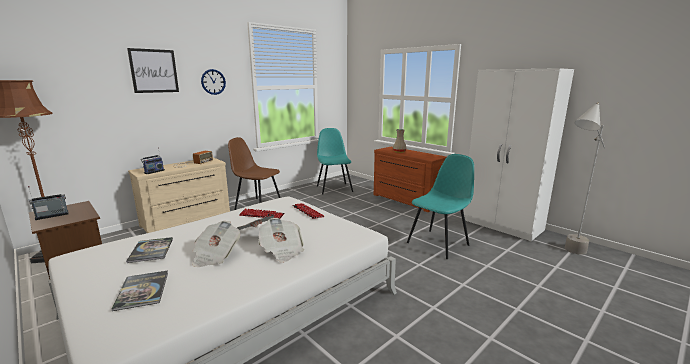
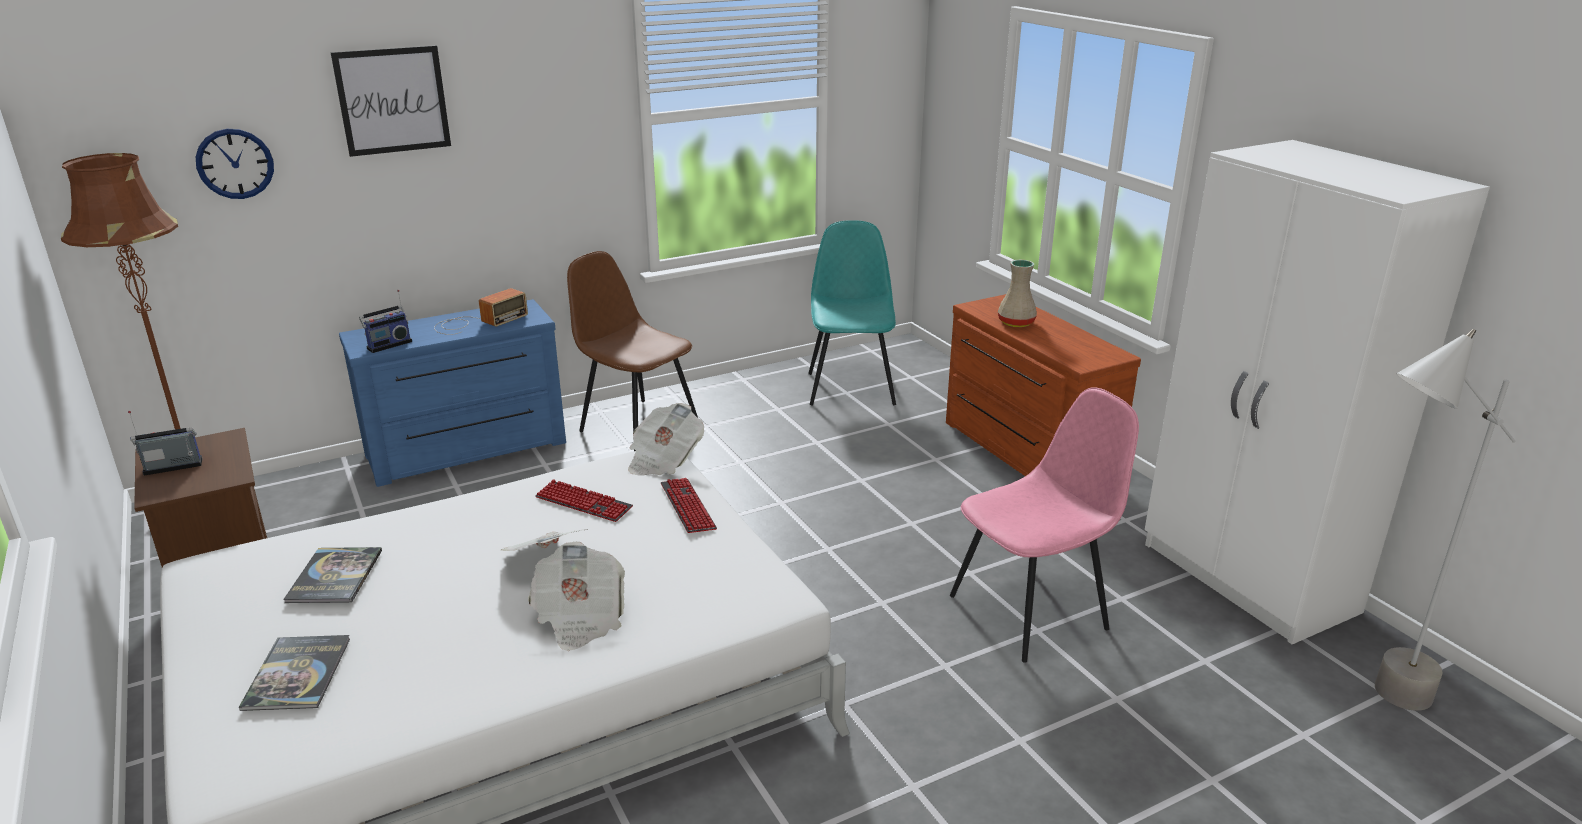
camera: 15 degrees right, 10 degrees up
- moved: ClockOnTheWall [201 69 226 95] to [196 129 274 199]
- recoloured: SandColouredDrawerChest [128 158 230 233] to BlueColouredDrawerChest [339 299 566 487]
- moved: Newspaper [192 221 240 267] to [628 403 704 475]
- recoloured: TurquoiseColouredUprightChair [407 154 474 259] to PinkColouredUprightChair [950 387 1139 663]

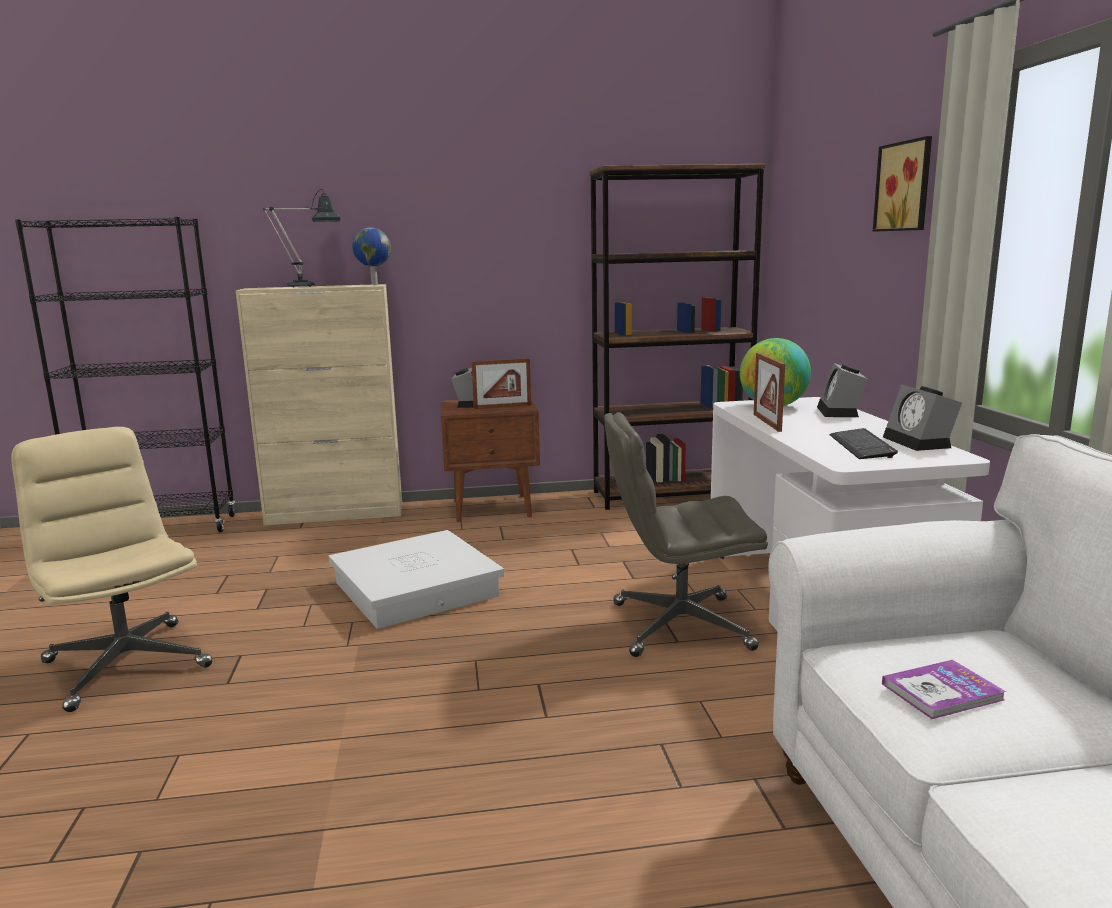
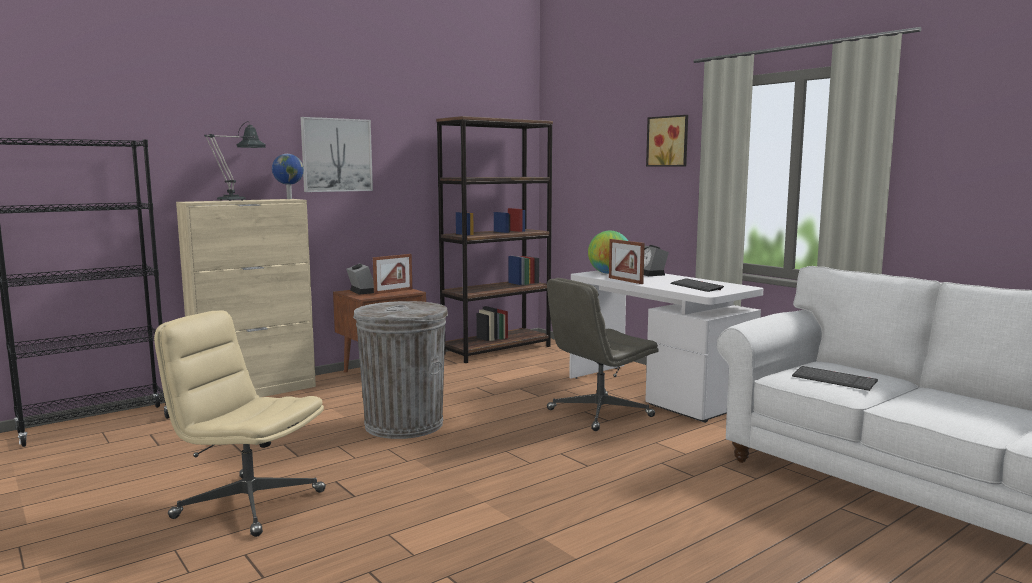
camera: 30 degrees left, 5 degrees down
- added: Picture [301 117 373 192]
- replaced: WhiteStorageBin [329 530 504 629] to GrayTrashCan [353 301 448 439]
- replaced: BoundBook [882 660 1006 719] to Keyboard [792 366 878 391]
- removed: AlarmClock [883 385 962 451]

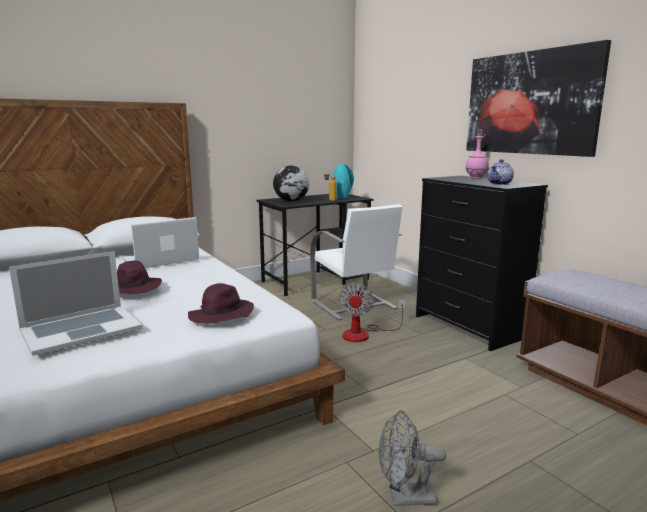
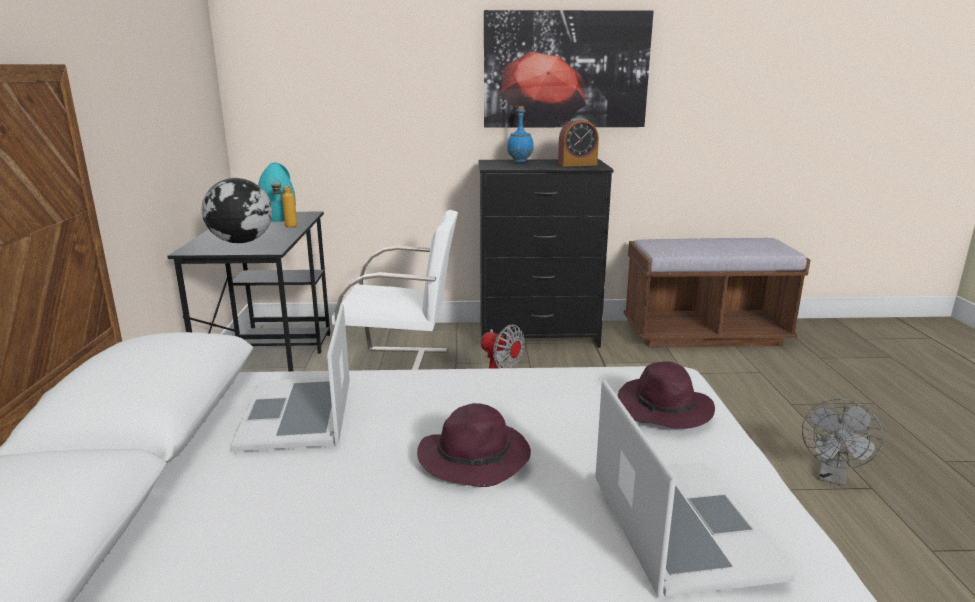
camera: 60 degrees left, 5 degrees up
- recoloured: PinkColouredBottle [466 133 489 179] to BlueColouredBottle [507 106 534 162]
- replaced: PotForTea [488 159 514 185] to AlarmClock [558 117 599 167]

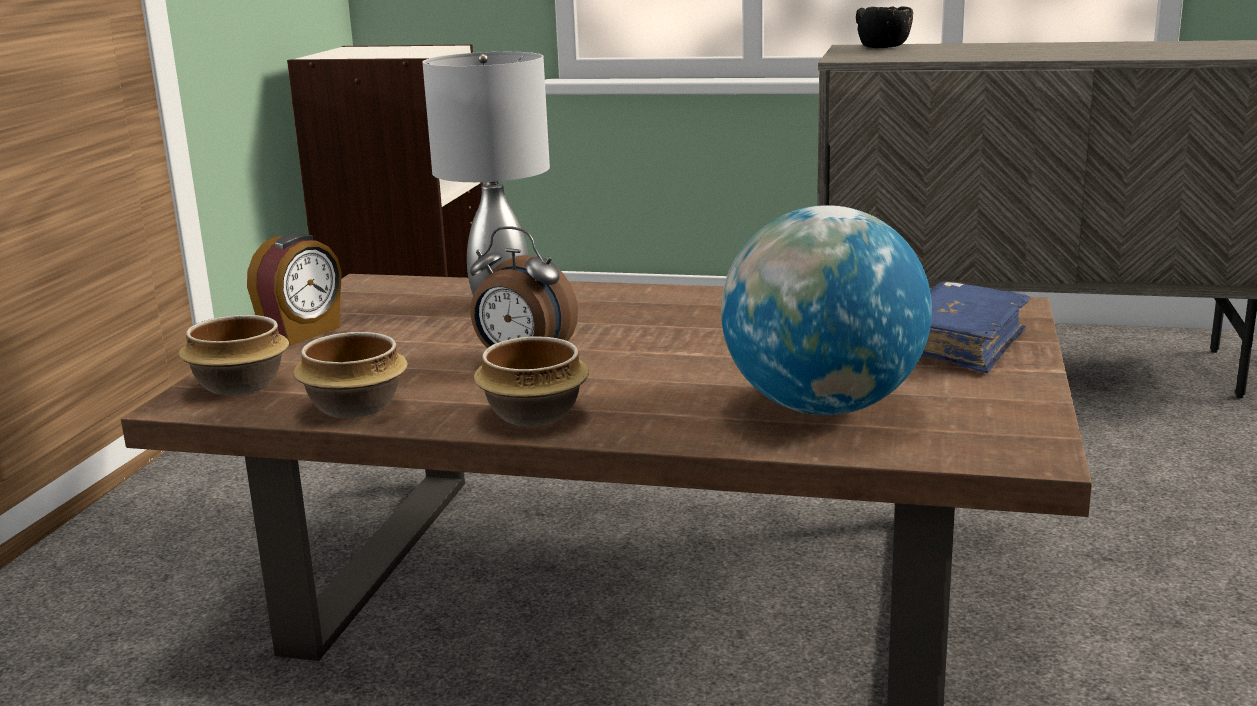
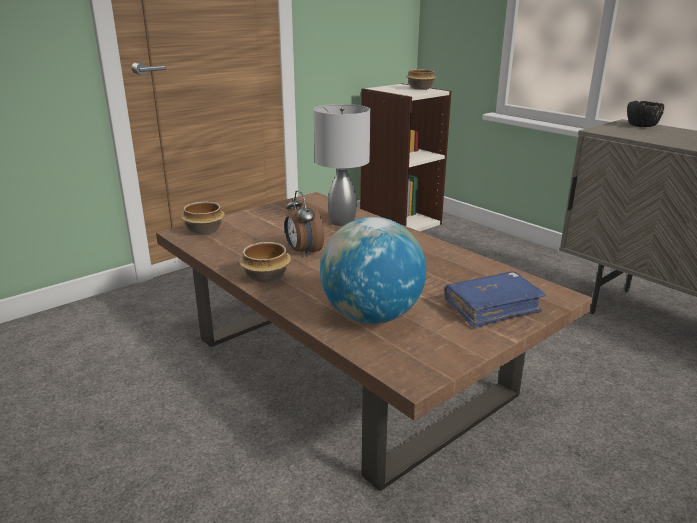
camera: 35 degrees right, 5 degrees up
- moved: ServingBowl [293 332 408 418] to [406 69 436 90]
- removed: AlarmClock [247 233 342 346]

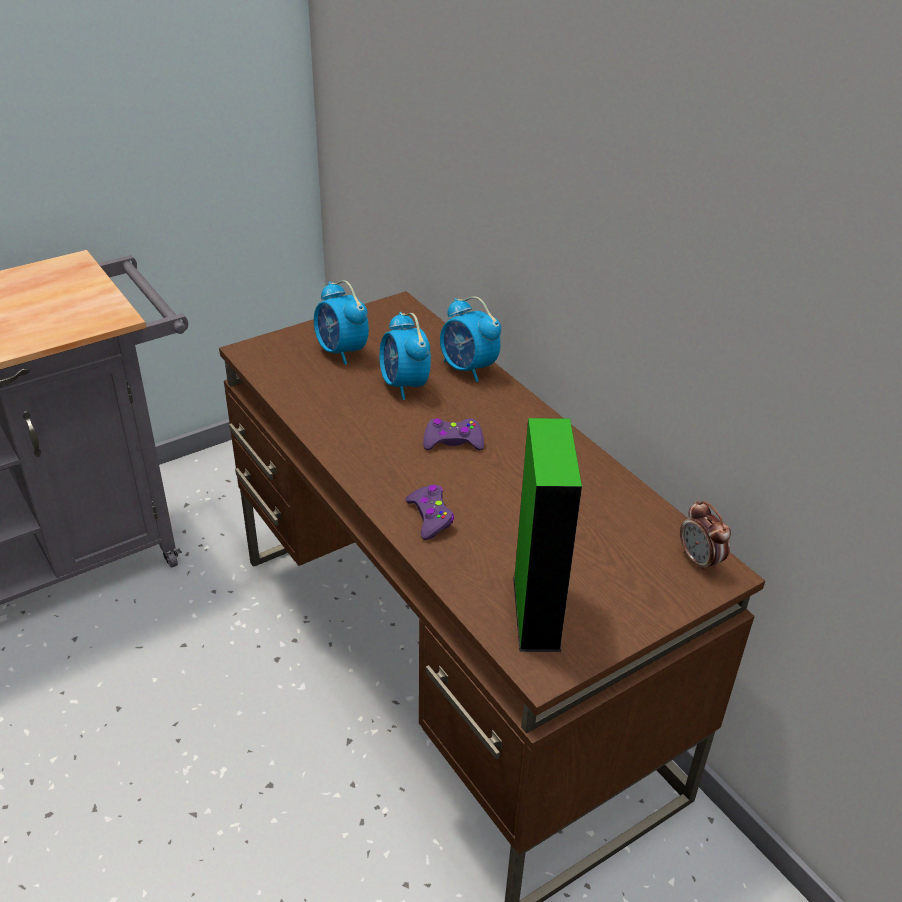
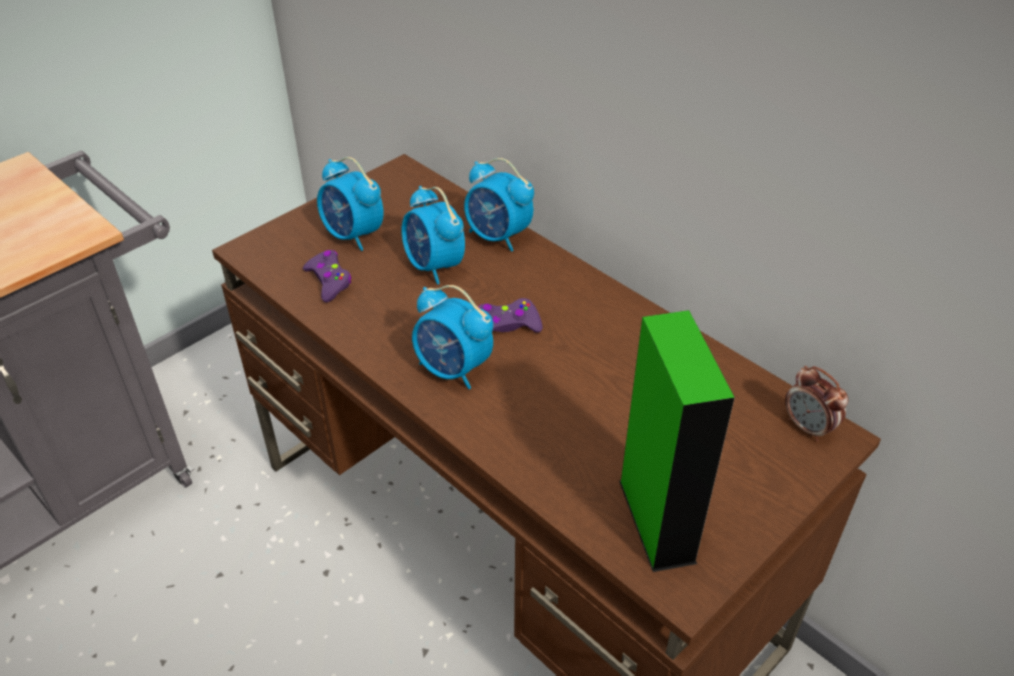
camera: 10 degrees left, 5 degrees up
- moved: PurpleGamepad [405 485 454 540] to [303 250 351 302]
- added: AlarmClock [412 285 493 389]

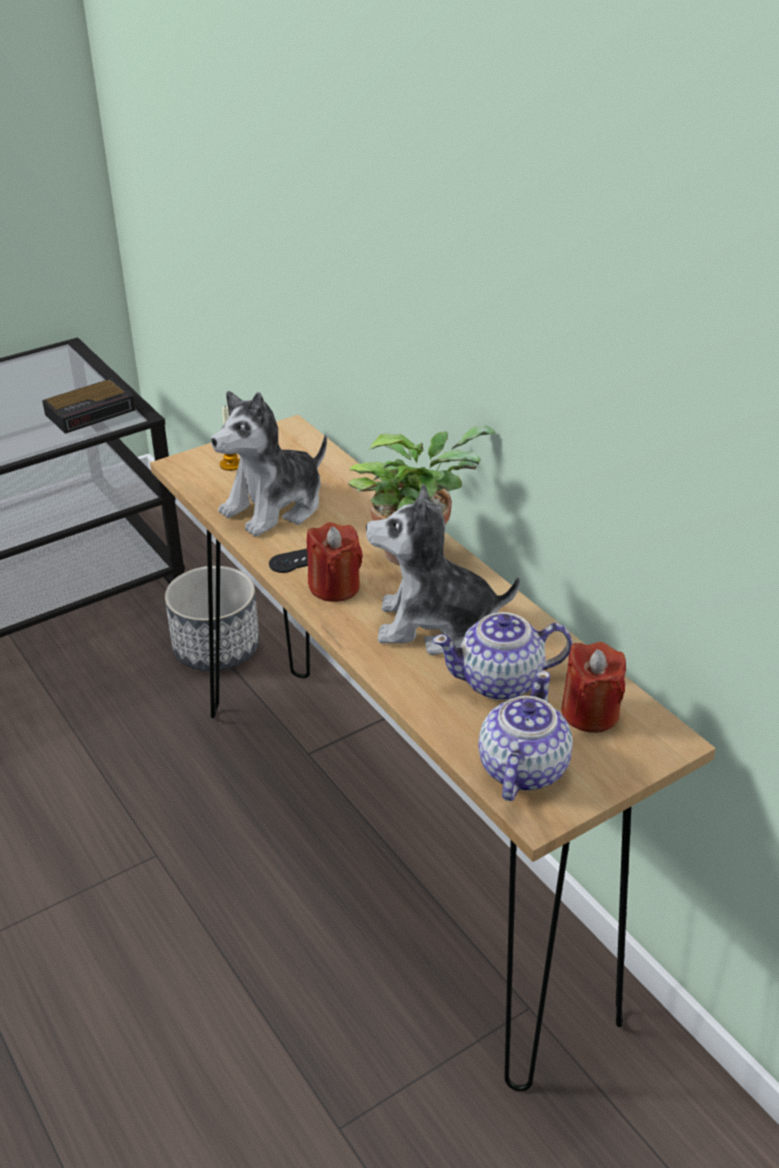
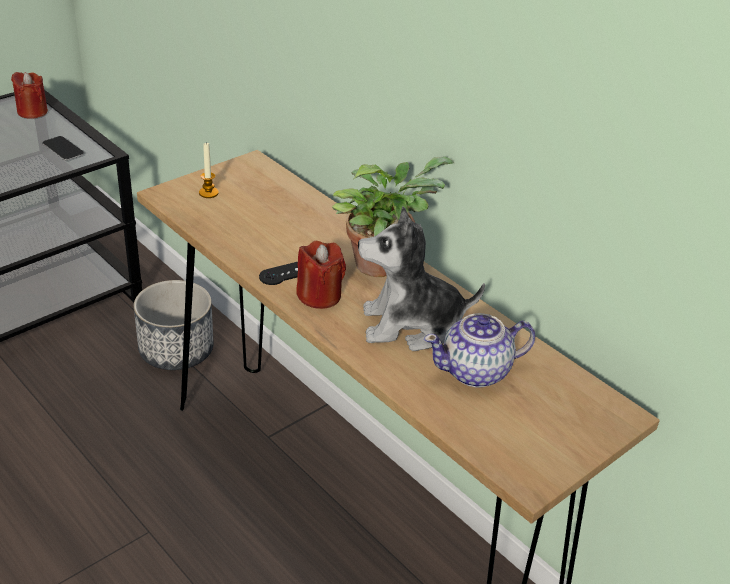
camera: 10 degrees left, 0 degrees up
- moved: RedCandle [561 642 626 733] to [11 72 48 119]
- replaced: AlarmClock [42 378 135 434] to Telephone [43 136 84 161]
- removed: CuddlyToy [211 391 327 537]
- removed: PotForTea [478 671 573 801]

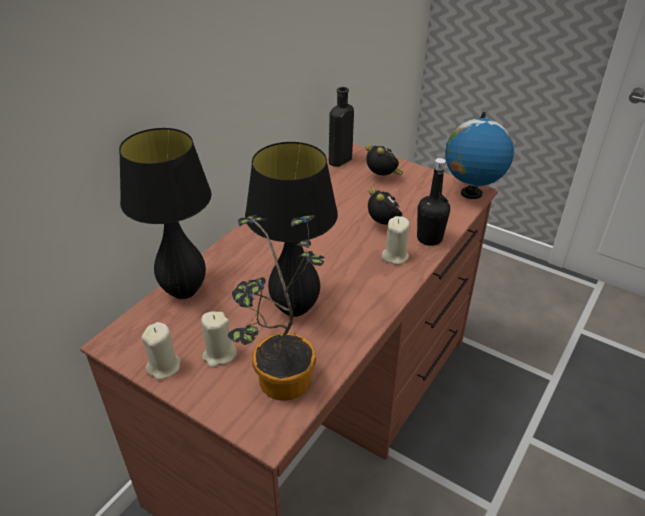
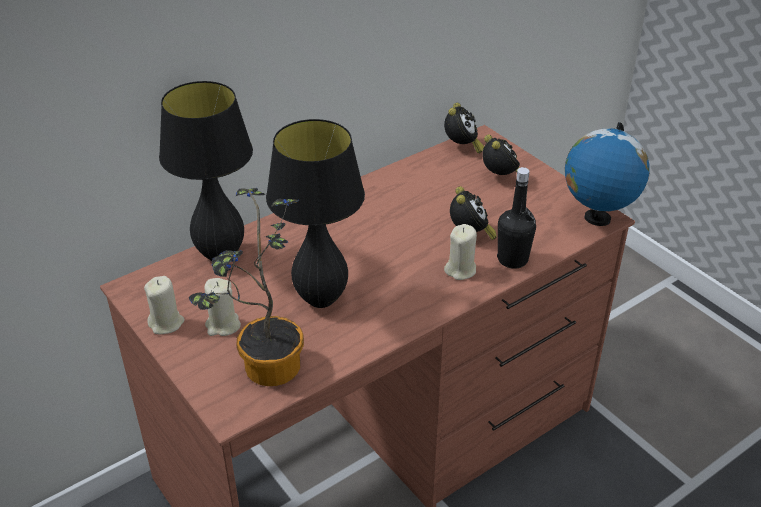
camera: 20 degrees right, 0 degrees up
- replaced: BlackColouredBottle [329 87 354 167] to AlarmClock [444 103 484 153]

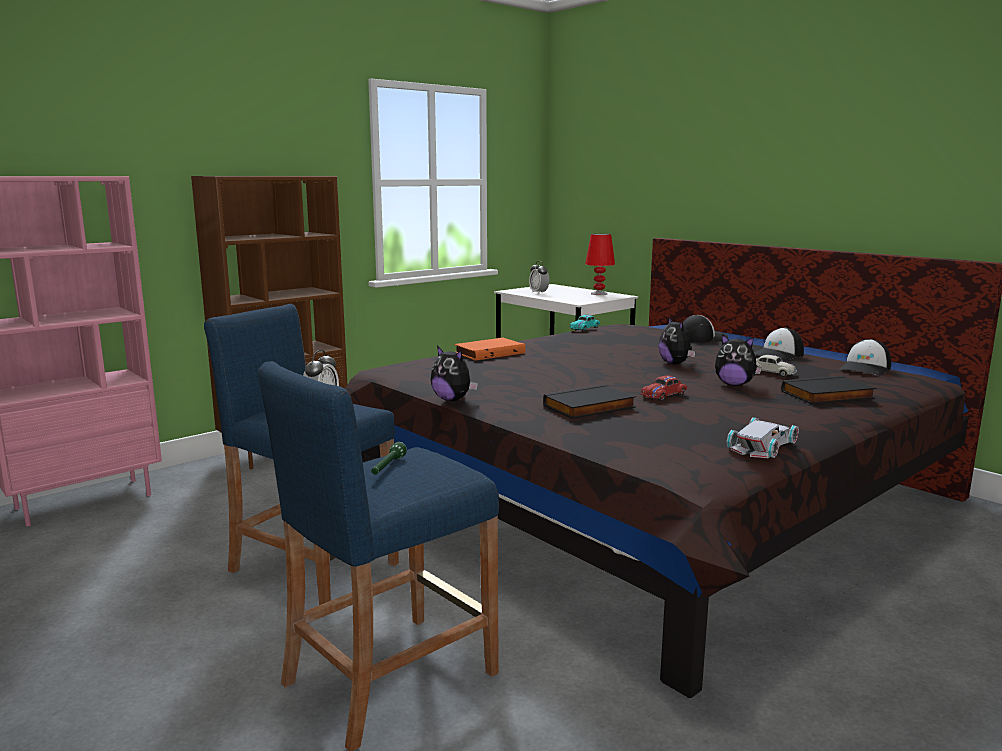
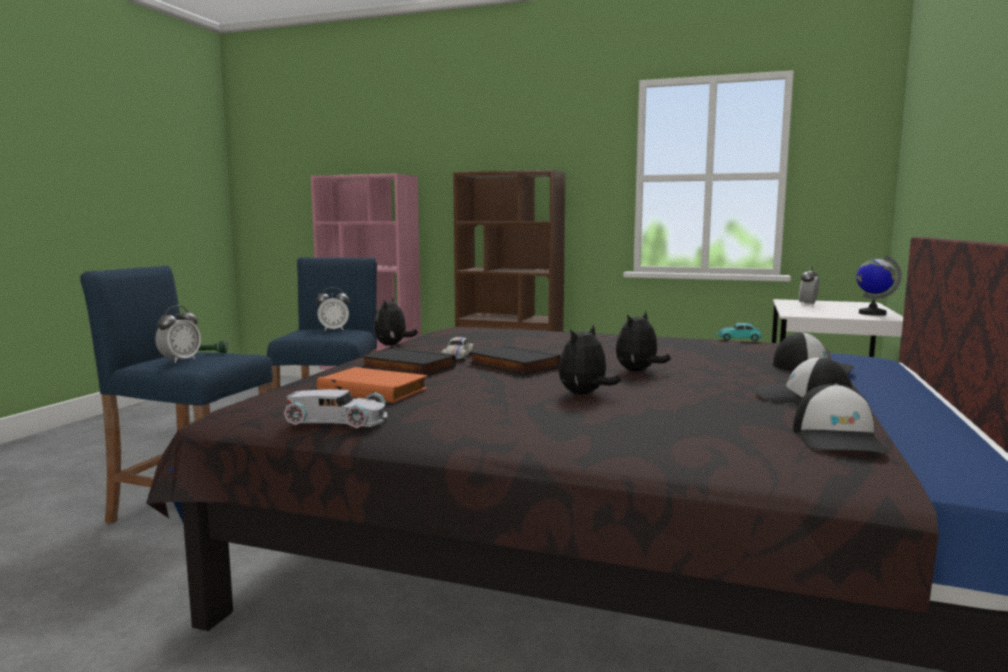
camera: 60 degrees right, 5 degrees down
- added: AlarmClock [155 306 201 364]
- moved: OrangeColouredBoundBook [455 338 525 361] to [317 367 428 403]
- moved: WhiteMiniatureCar [756 355 797 377] to [441 337 474 361]
- moved: BlackColouredBoundBook [781 376 876 404] to [469 345 560 375]
- turned: CuddlyToy [715 334 762 386] = [558 325 621 394] 45 degrees clockwise
- turned: PeakedCap [840 339 891 376] = [793 384 889 453] 90 degrees counterclockwise
- replaced: RedTabletopLamp [585 234 615 295] to Globe [856 255 902 316]
- removed: RedMiniatureCar [640 375 687 401]

